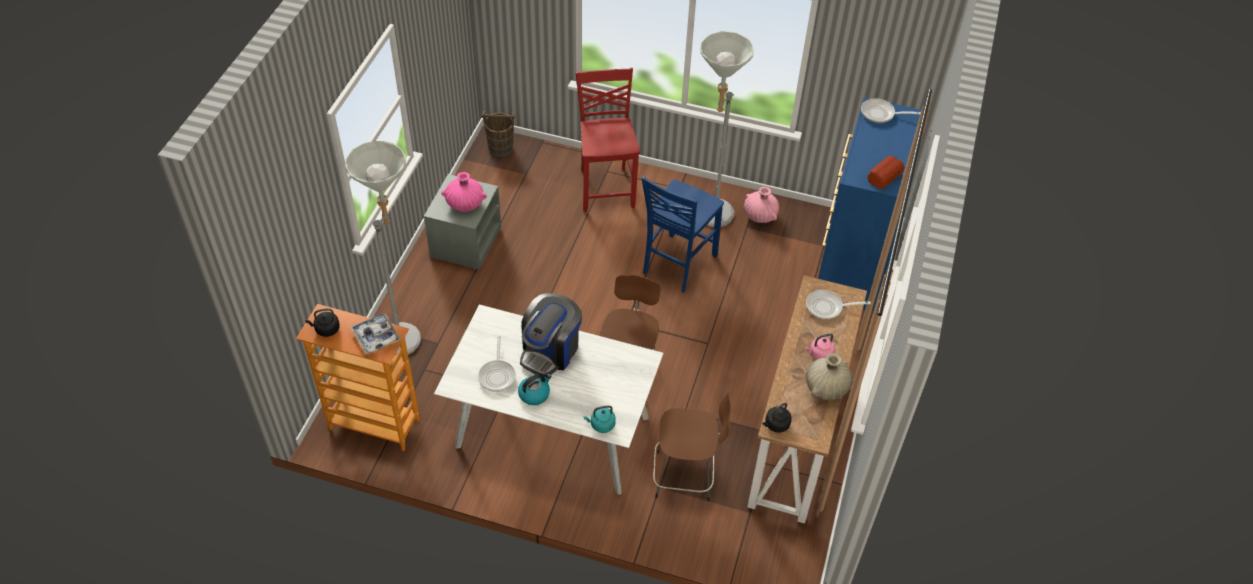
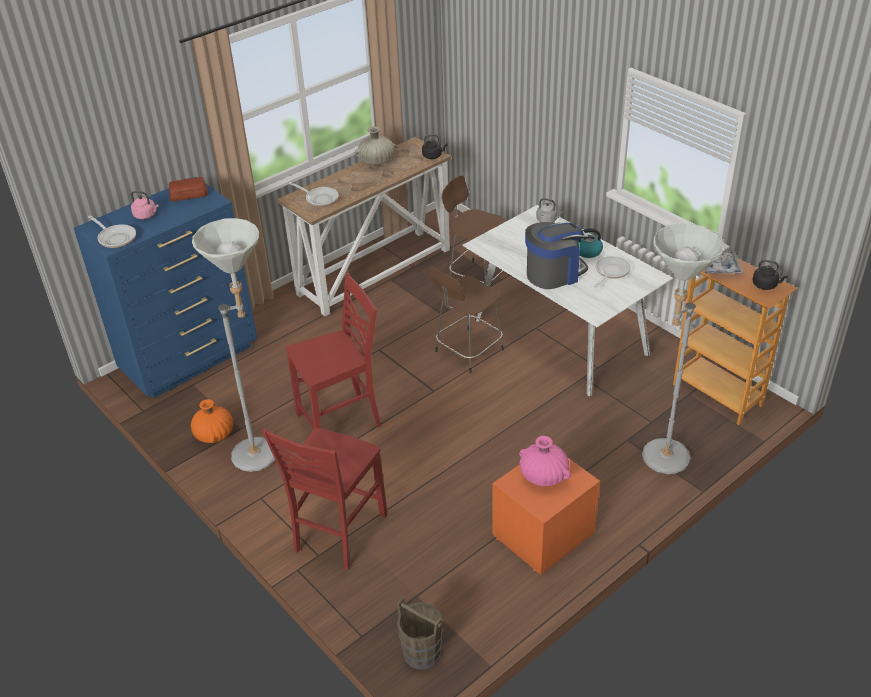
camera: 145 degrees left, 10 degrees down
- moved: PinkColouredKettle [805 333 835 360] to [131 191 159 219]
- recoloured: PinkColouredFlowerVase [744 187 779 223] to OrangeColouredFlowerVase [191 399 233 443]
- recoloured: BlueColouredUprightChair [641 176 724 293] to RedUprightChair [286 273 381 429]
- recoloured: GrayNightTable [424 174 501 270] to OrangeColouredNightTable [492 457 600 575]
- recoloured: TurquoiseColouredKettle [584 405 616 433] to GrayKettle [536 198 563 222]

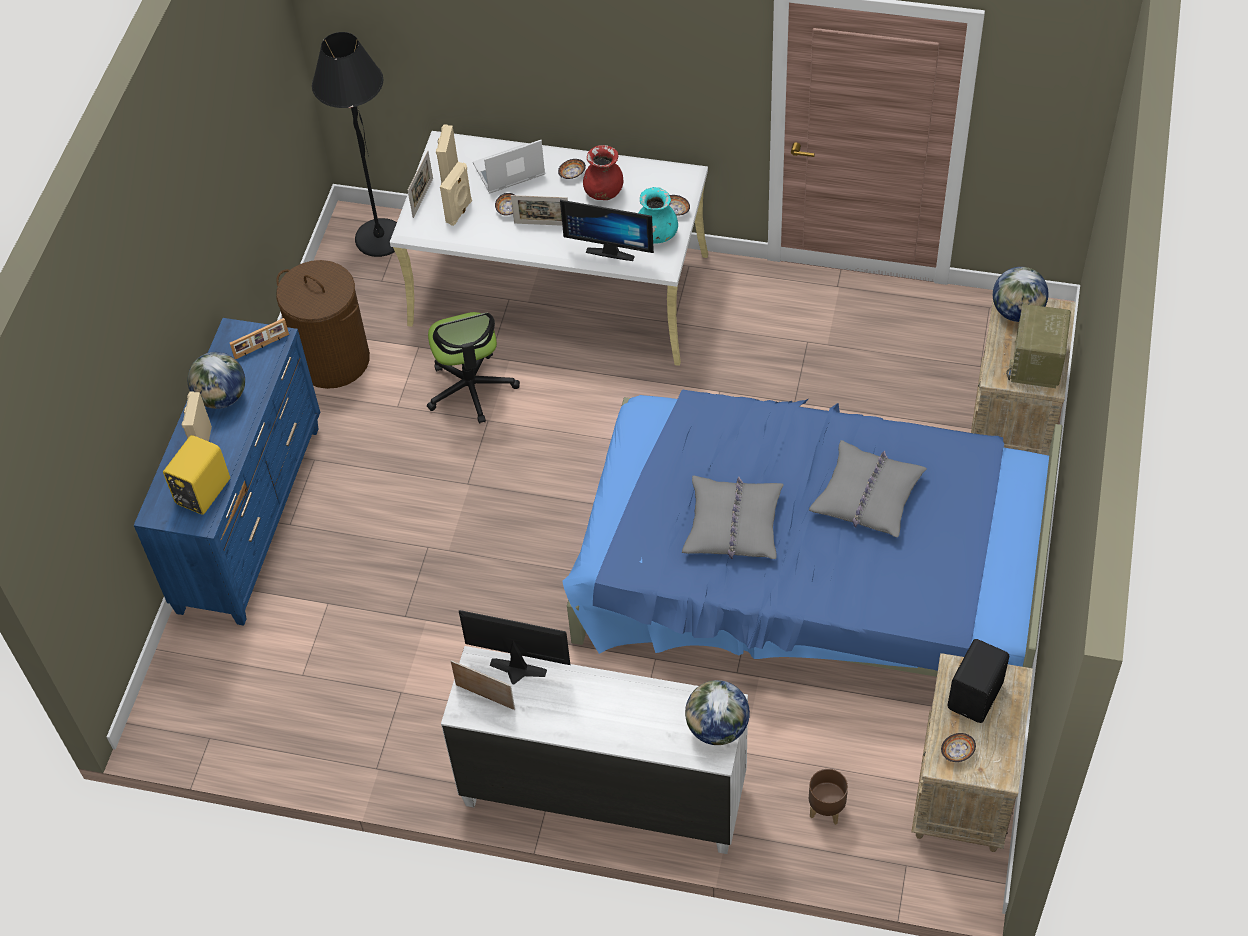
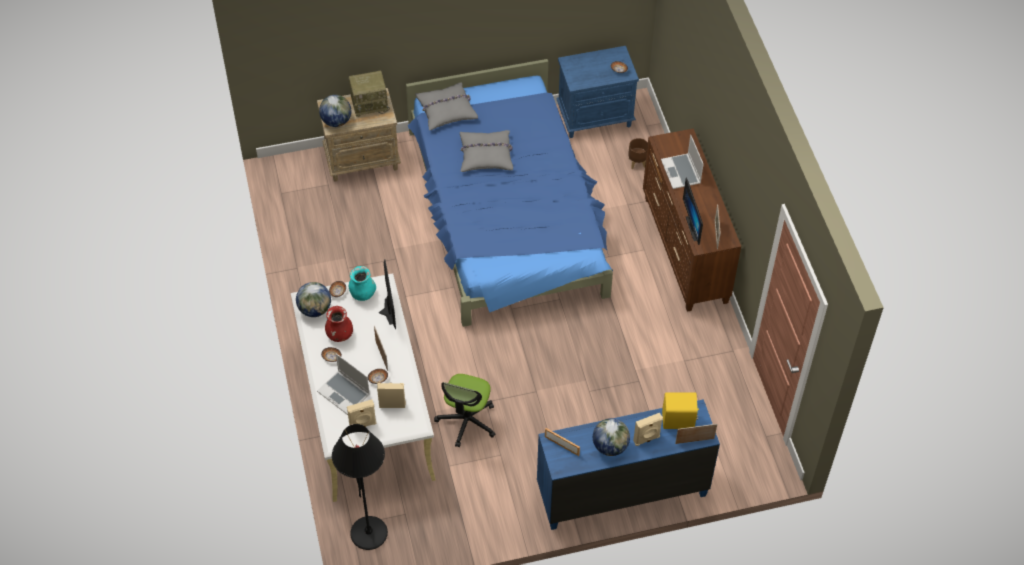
camera: 120 degrees left, 0 degrees up
- moved: Globe [685 680 750 745] to [296 282 331 317]
- moved: GrayPillow [682 476 784 559] to [415 83 478 130]
- turned: ComputerChair [427 312 520 424] = [434 374 496 447] 150 degrees clockwise
- recoloured: SandColouredNightTable [912 653 1033 852] to BlueColouredNightTable [556 46 639 138]
- recoloured: WhiteDrawerChest [441 646 748 854] to BrownColouredDrawerChest [643 128 741 312]
- added: PortableComputer [661 135 704 189]
- moved: StandingFrame [408 150 433 218] to [675 424 717 444]
- removed: BrownColouredHamper [276 260 370 389]
- removed: BlackColouredAudioSpeaker [947 639 1009 723]

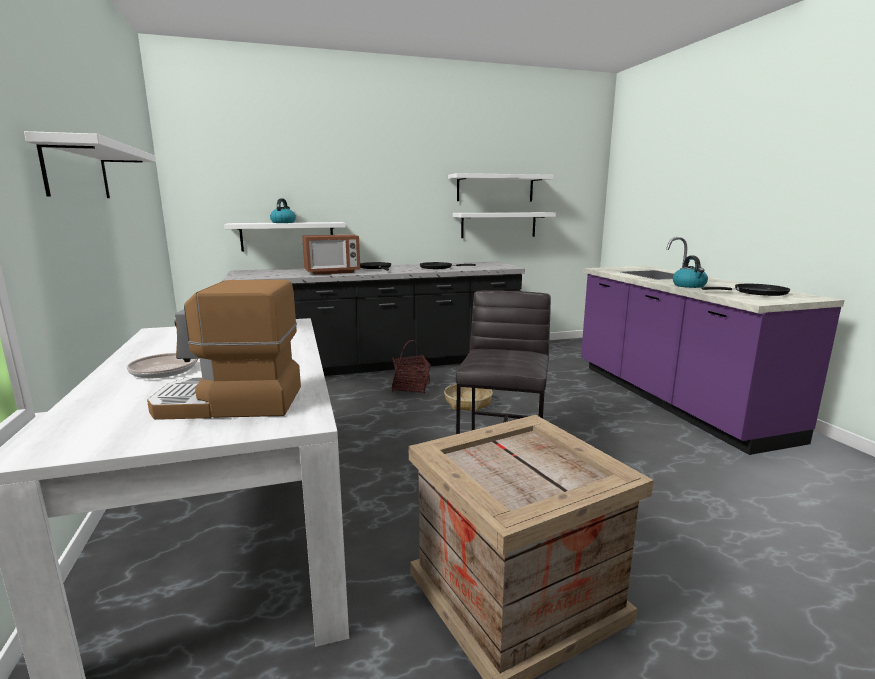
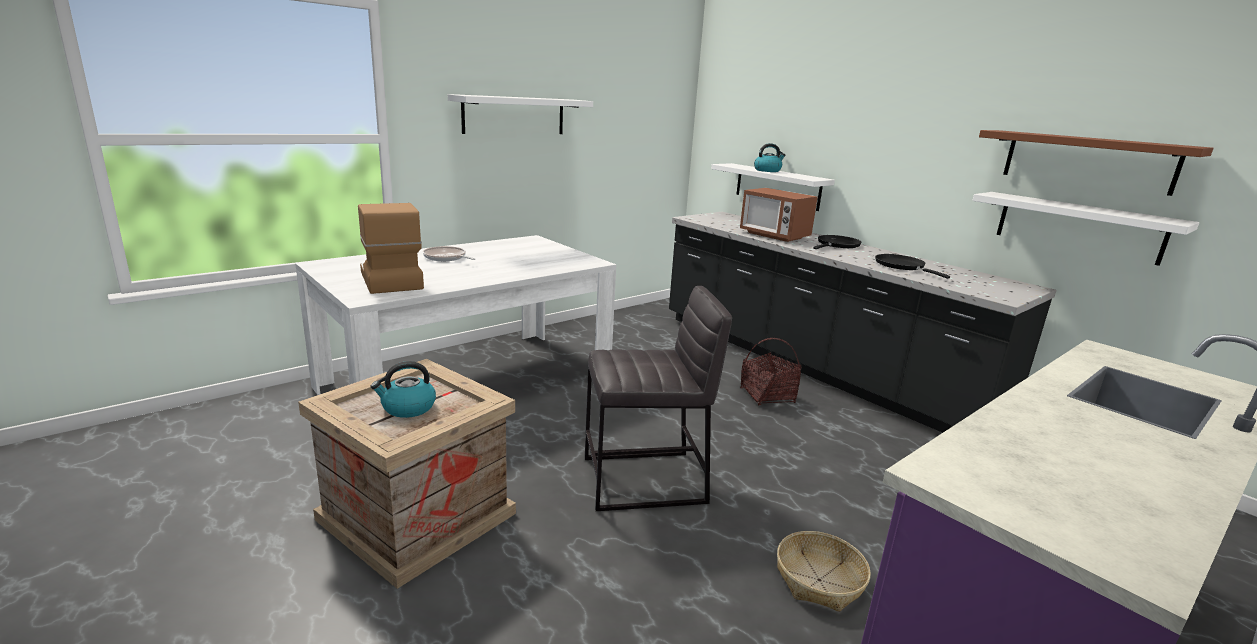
camera: 65 degrees right, 5 degrees up
- moved: Kettle [673 256 708 288] to [371 361 436 418]
- moved: StorageBasket [444 384 493 411] to [777 531 871 612]
- recoloured: WhiteWallShelf [448 173 554 201] to BrownColouredWallShelf [979 130 1214 196]
- removed: BlackColouredPan [701 284 790 296]

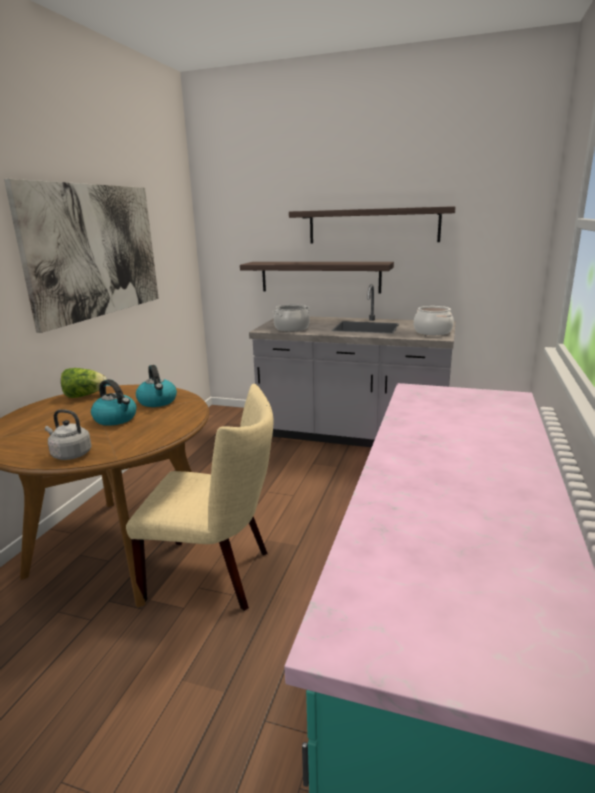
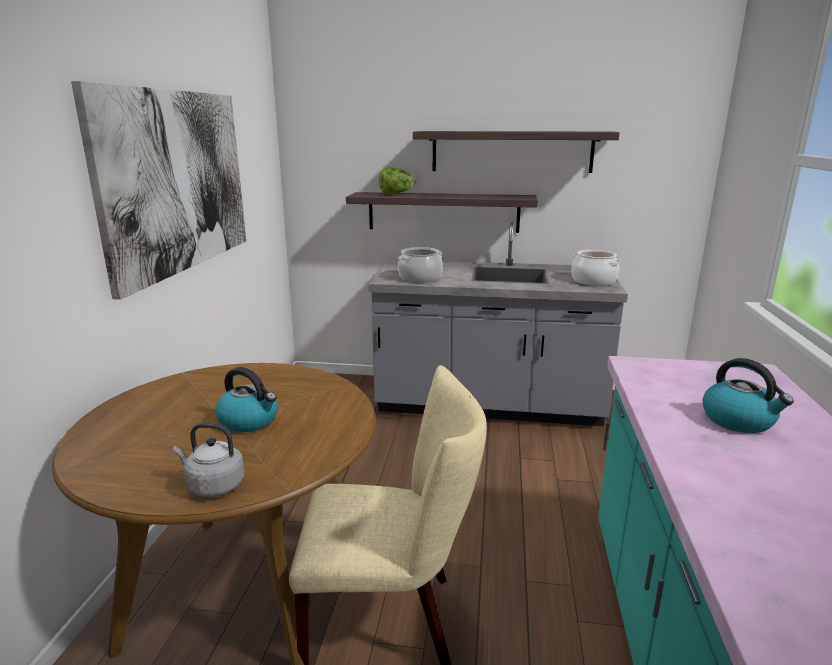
camera: 10 degrees left, 0 degrees up
- moved: HeadOfLettuce [61 368 107 398] to [379 167 416 195]
- moved: Kettle [136 365 177 407] to [702 358 794 433]

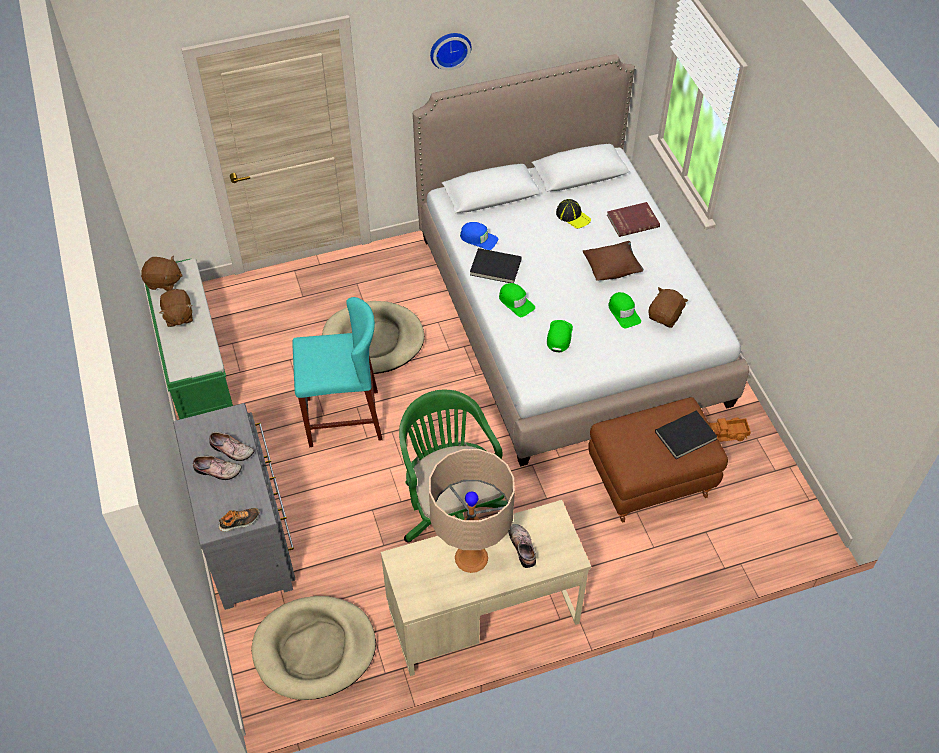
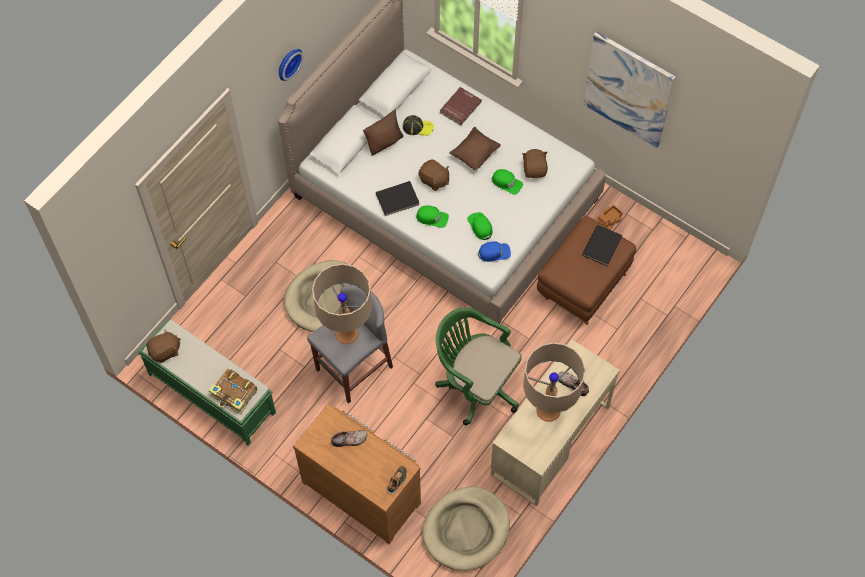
camera: 35 degrees left, 10 degrees up
- added: BoundBook [209 369 257 415]
- recoloured: GrayDrawerChest [173 403 296 610] to BrownColouredDrawerChest [293 404 421 544]
- recoloured: TurquoiseColouredStoolSeat [292 297 383 447] to GrayStoolSeat [307 284 393 403]
- added: SandColouredTabletopLamp [312 264 372 344]
- added: BrownColouredPillow [363 109 404 156]
- moved: BrownColouredCuddlyToy [160 289 193 327] to [418 159 449 191]
- moved: BlueColouredPeakedCap [460 222 498 250] to [478 241 511 262]
- added: Picture [584 32 675 148]
- removed: Shoe [193 456 242 480]

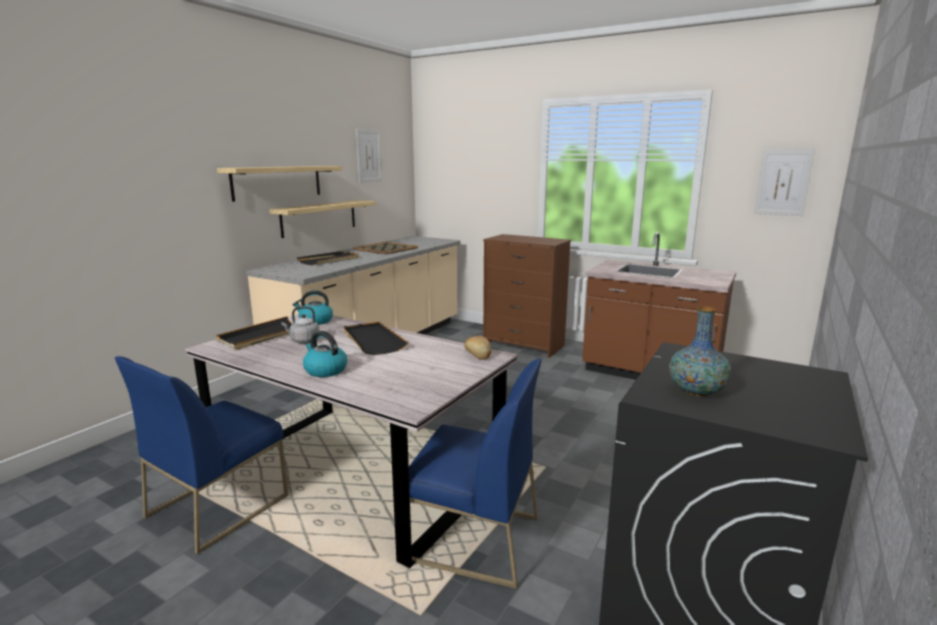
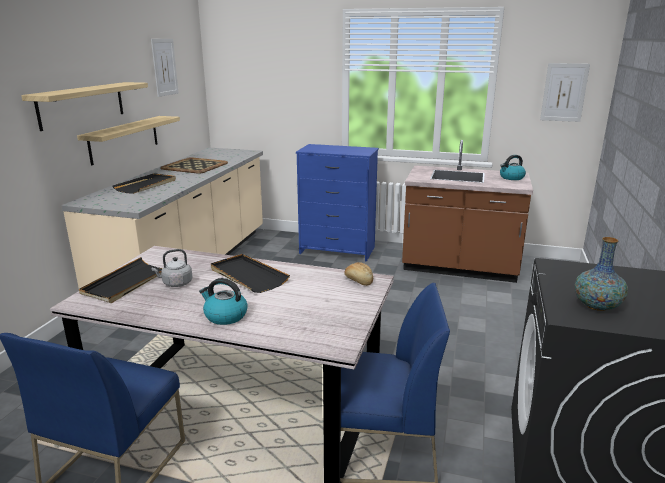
camera: 15 degrees left, 5 degrees up
- recoloured: BrownColouredDrawerChest [483 234 571 358] to BlueColouredDrawerChest [296 144 379 262]
- moved: Kettle [293 290 333 325] to [500 155 526 180]

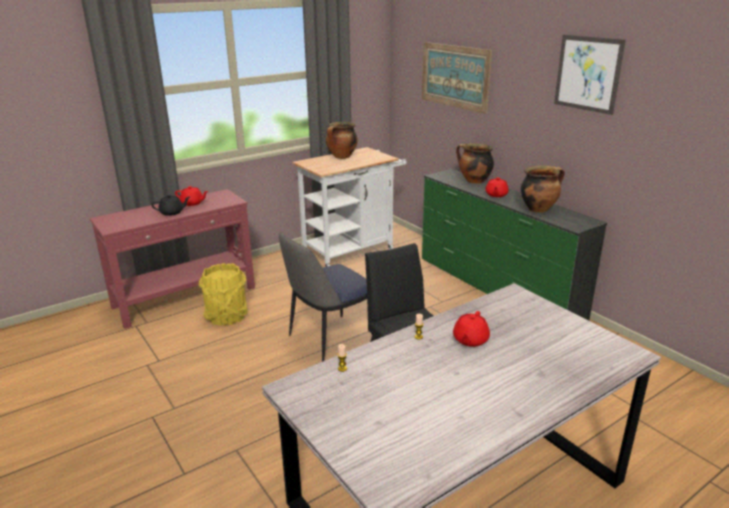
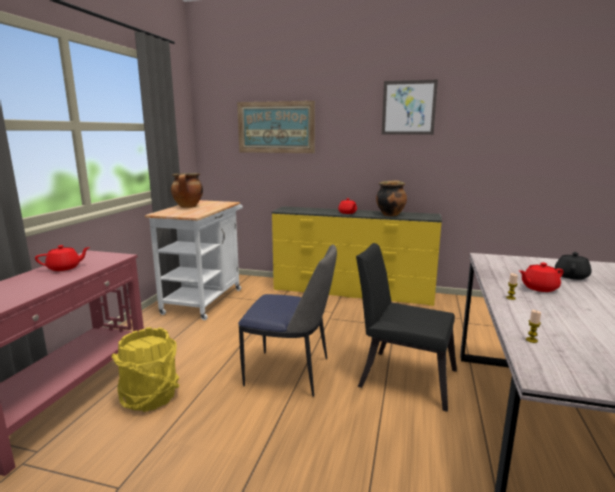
camera: 40 degrees left, 10 degrees down
- turned: UprightChair [279 231 367 362] = [238 244 337 397] 90 degrees counterclockwise
- recoloured: GreenDrawerChest [422 169 607 321] to YellowColouredDrawerChest [272 206 442 306]
- turned: RedPotForTea [453 311 490 347] = [520 262 564 292] 90 degrees clockwise
- moved: BlackColouredPotForTea [151 195 190 216] to [555 252 592 280]
- removed: Saucepot [456 143 494 184]

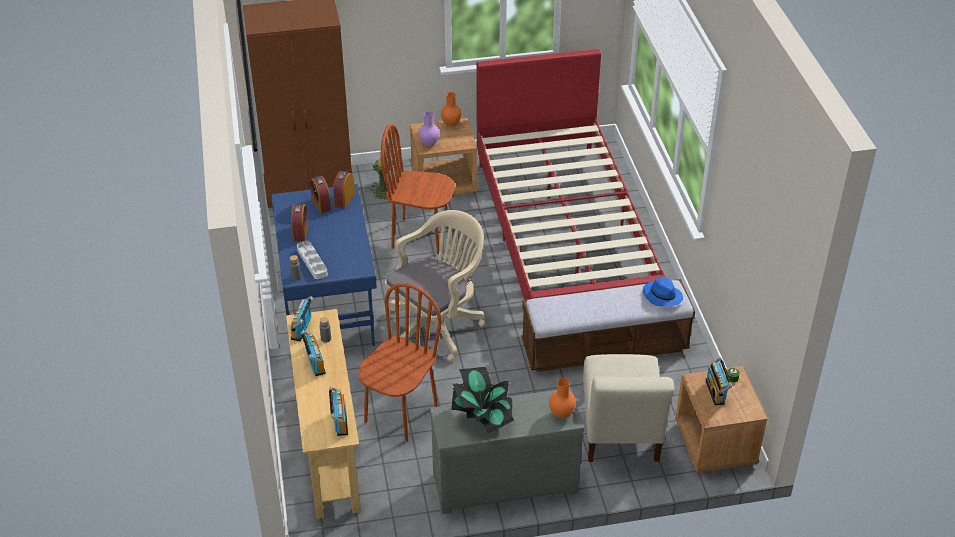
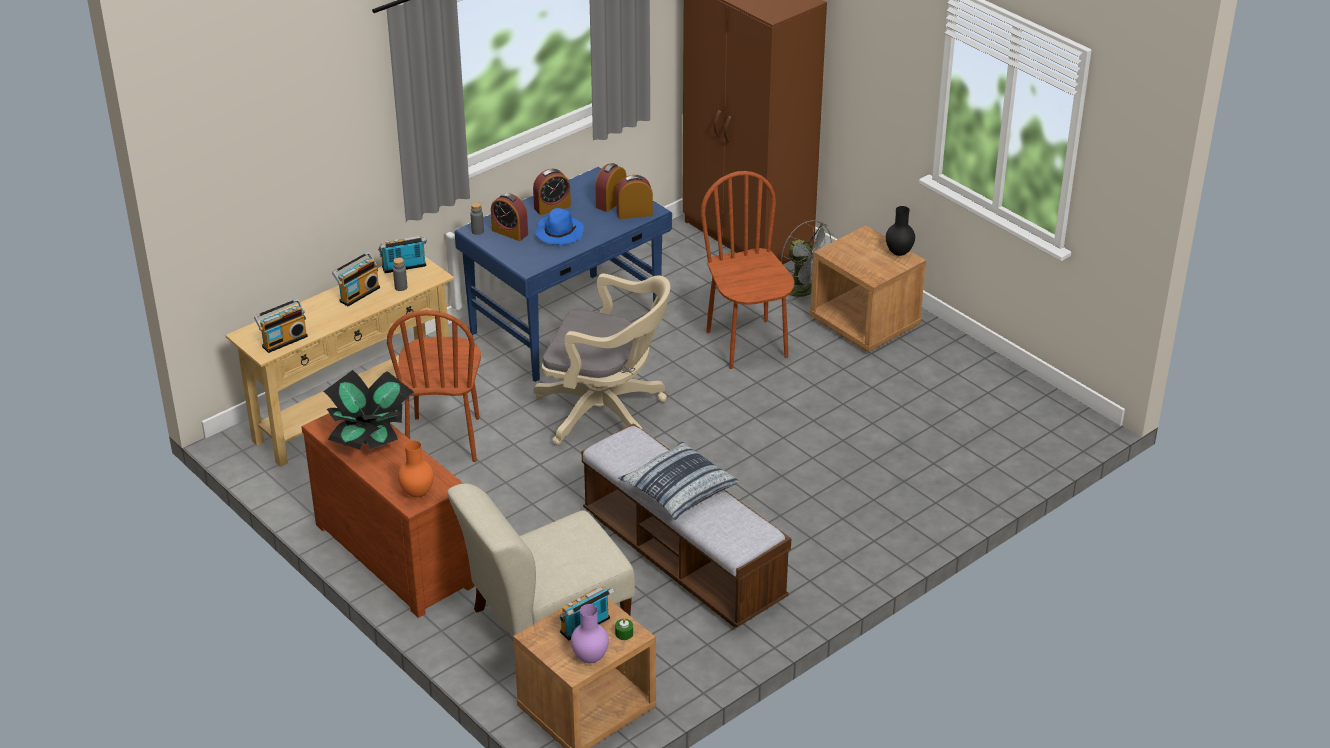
camera: 60 degrees right, 5 degrees down
- recoloured: GrayDrawerChest [430 388 584 514] to BrownColouredDrawerChest [302 413 474 618]
- turned: BrownColouredUprightChair [358 283 442 441] = [387 310 481 462] 90 degrees clockwise
- replaced: GrayServingTray [297 241 328 279] to AlarmClock [491 193 528 241]
- moved: BlueColouredClothingHat [643 277 683 307] to [535 208 584 245]
- moved: PurpleFlowerVase [419 111 439 146] to [571 604 609 663]
- added: Pillow [618 441 739 520]
- recoloured: OrangeColouredFlowerVase [441 92 461 126] to BlackColouredFlowerVase [886 206 915 256]
- removed: RedBedroomBed [477 49 666 300]

